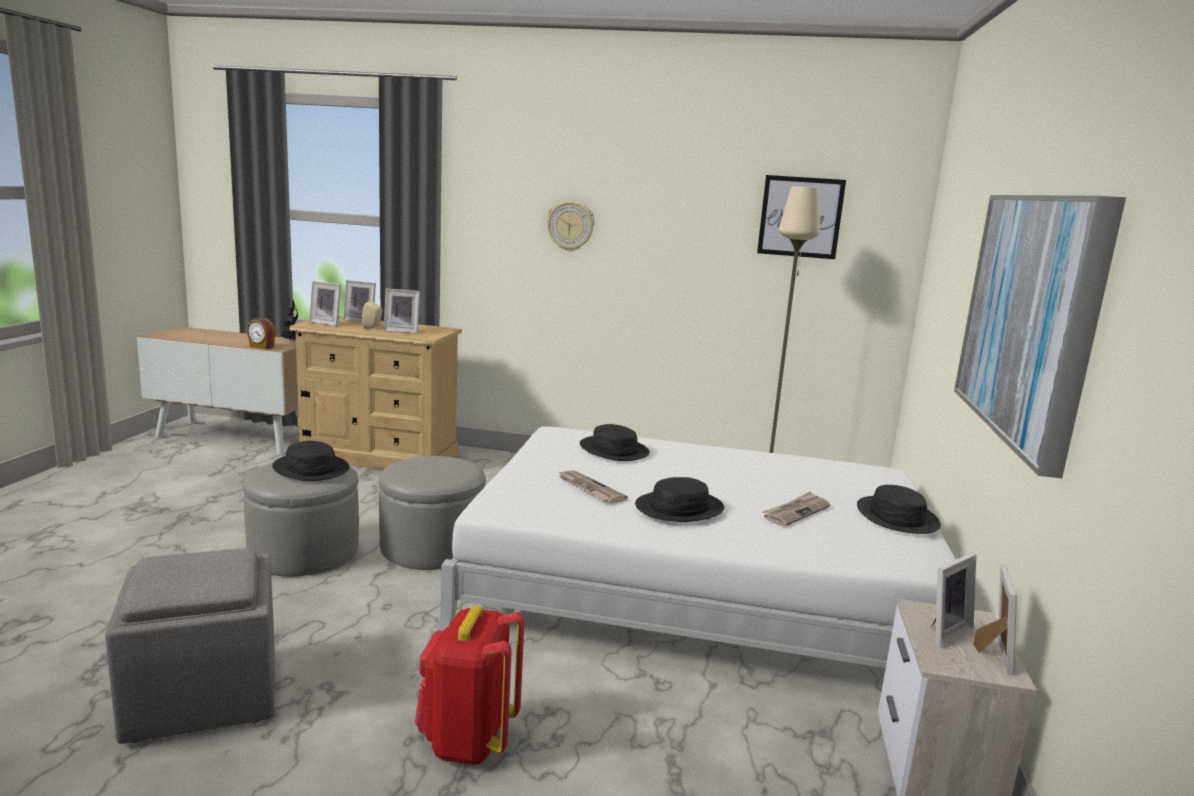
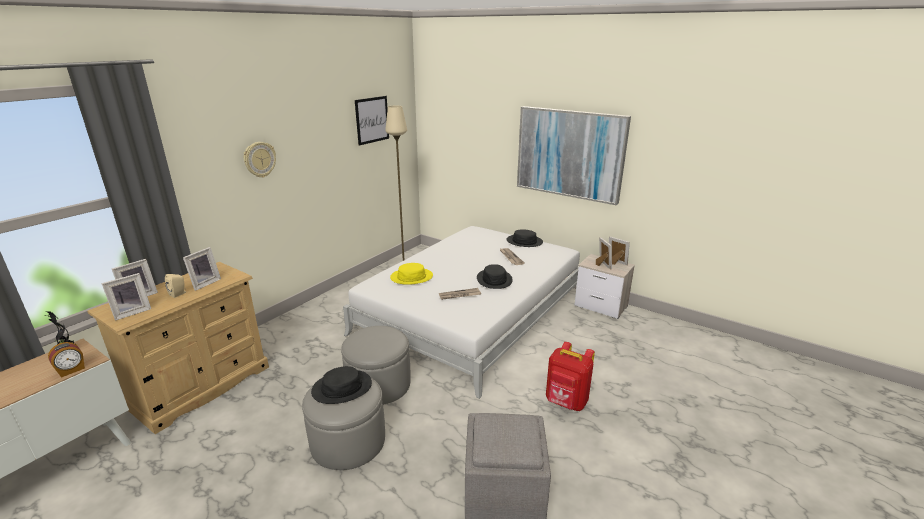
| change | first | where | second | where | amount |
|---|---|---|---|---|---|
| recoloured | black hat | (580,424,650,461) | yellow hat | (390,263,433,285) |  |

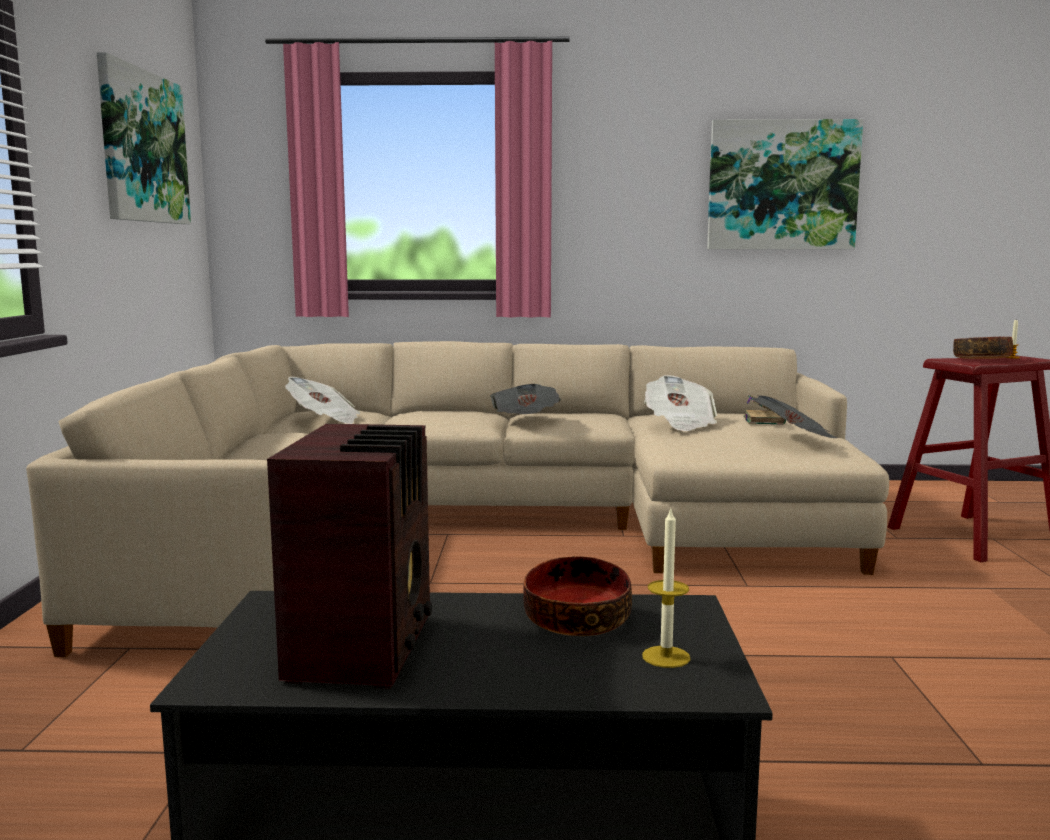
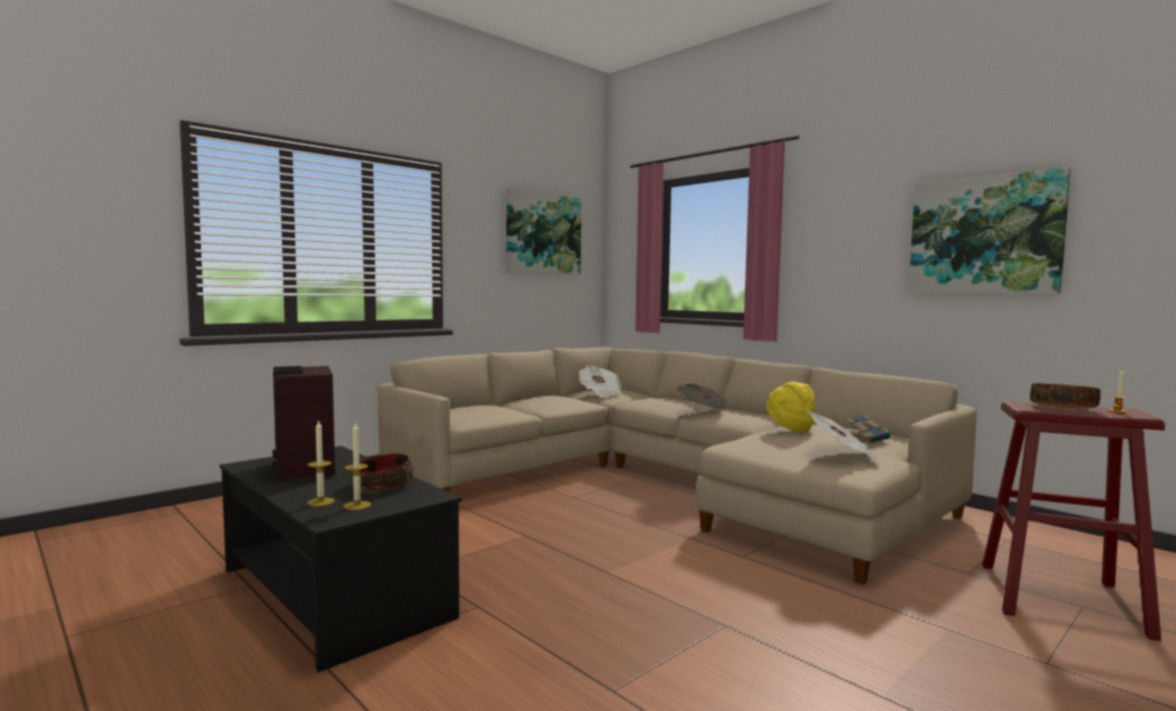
| change | first | where | second | where | amount |
|---|---|---|---|---|---|
| turned | radio | (267,424,432,688) |  | (272,366,335,482) | 105 degrees clockwise |
| replaced | newspaper | (644,375,717,431) | yellow hat | (766,381,816,433) |  |
| added |  |  | candle | (307,420,335,507) |  |

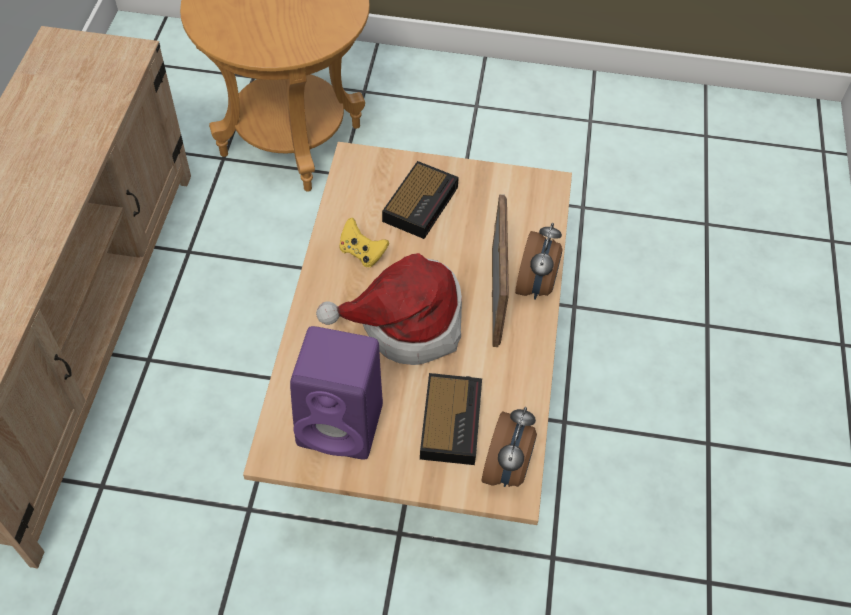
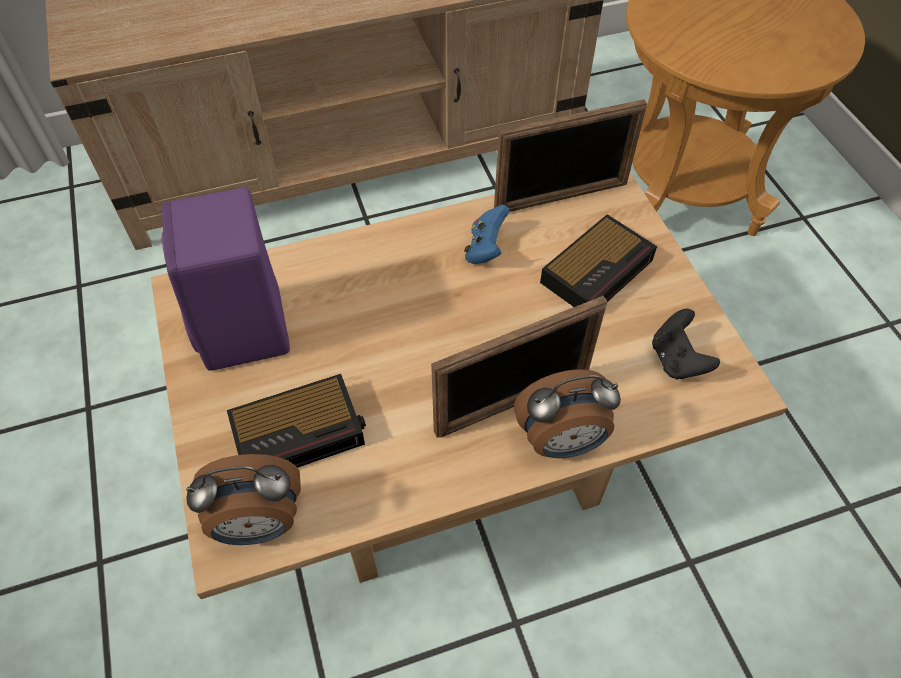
| change | first | where | second | where | amount |
|---|---|---|---|---|---|
| removed | hat | (316,253,462,365) |  |  |  |
| recoloured | yellow game controller | (339,218,389,267) | blue game controller | (464,205,510,264) |  |
| turned | alarm clock | (382,161,459,239) |  | (540,214,657,307) | 45 degrees counterclockwise |
| added |  |  | picture frame | (494,99,647,212) |  |
| added |  |  | black game controller | (652,309,720,380) |  |

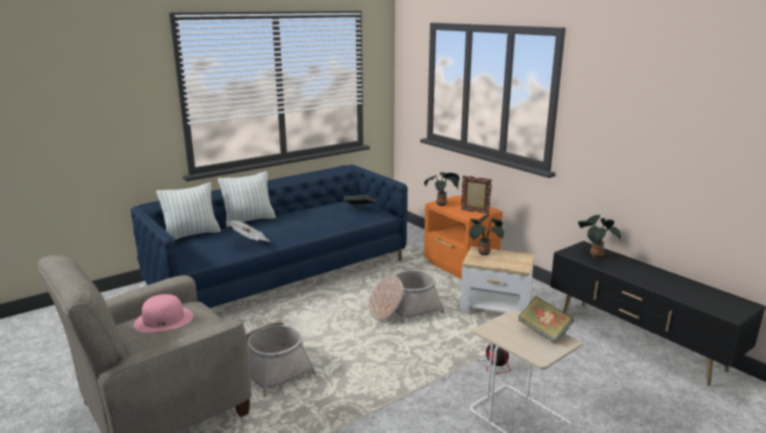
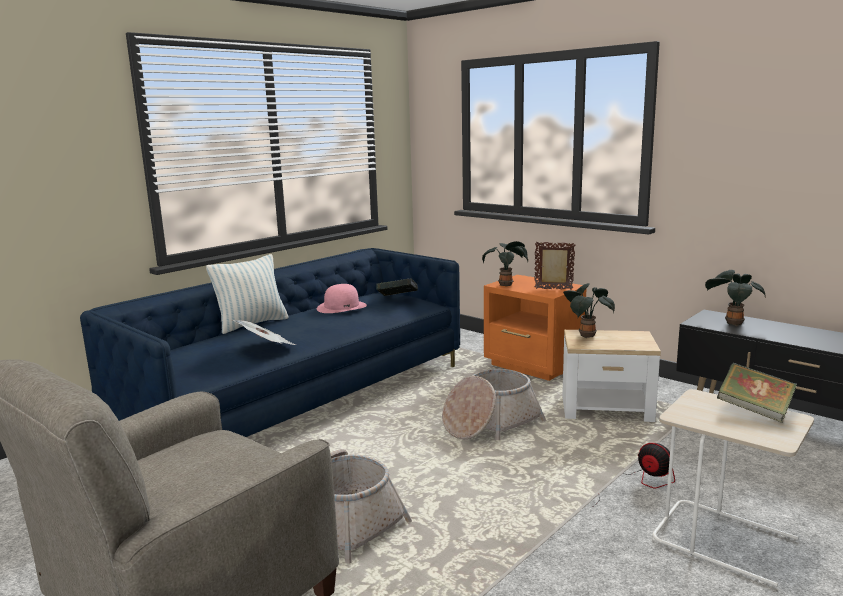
| change | first | where | second | where | amount |
|---|---|---|---|---|---|
| moved | pink hat | (134,294,193,333) |  | (317,284,367,313) |  |
| removed | pillow | (156,182,221,240) |  |  |  |

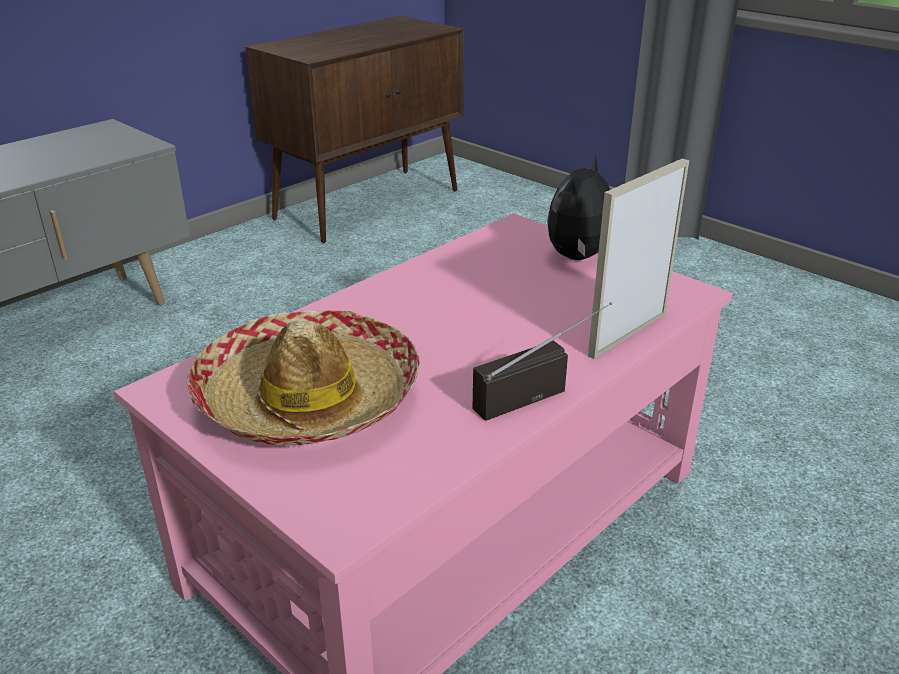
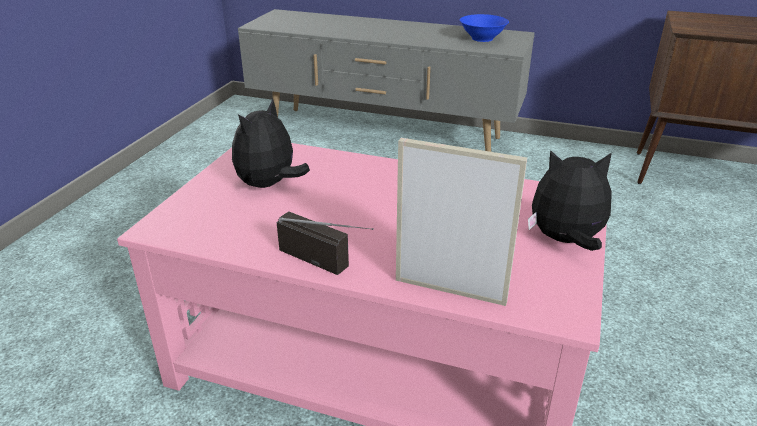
| change | first | where | second | where | amount |
|---|---|---|---|---|---|
| replaced | hat | (187,310,420,446) | plush toy | (232,98,310,188) |  |
| added |  |  | blue bowl | (460,14,509,42) |  |

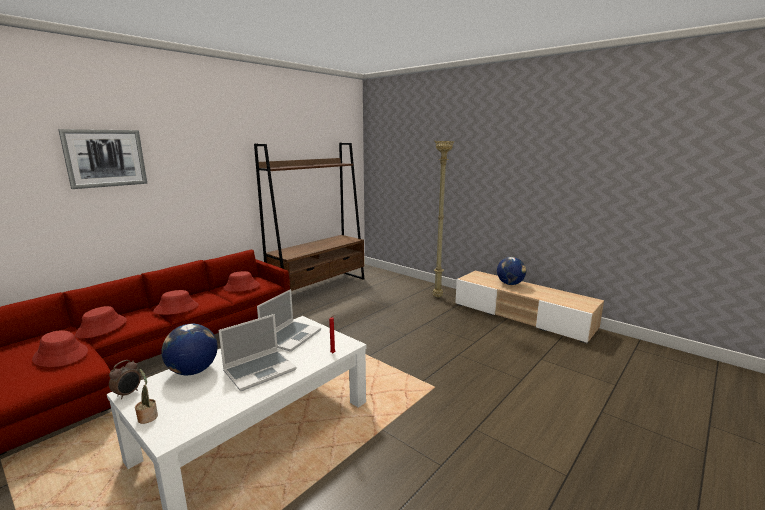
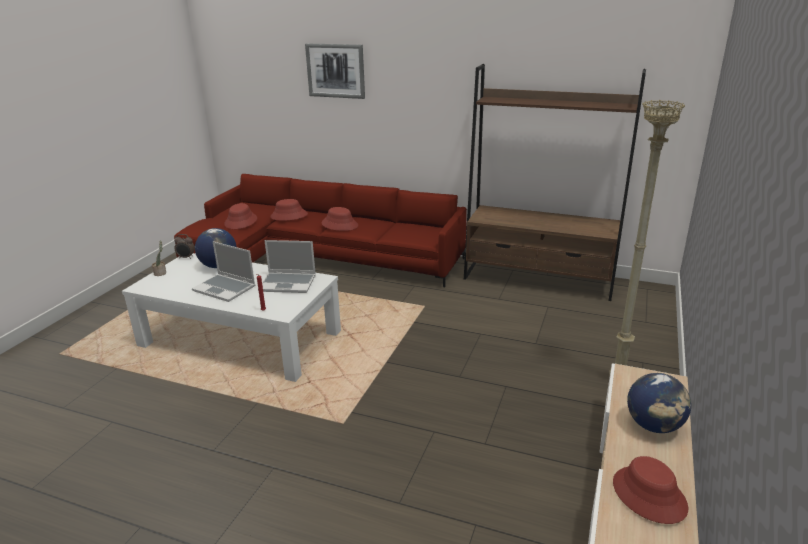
| change | first | where | second | where | amount |
|---|---|---|---|---|---|
| moved | red hat | (223,271,260,292) |  | (613,456,688,524) |  |

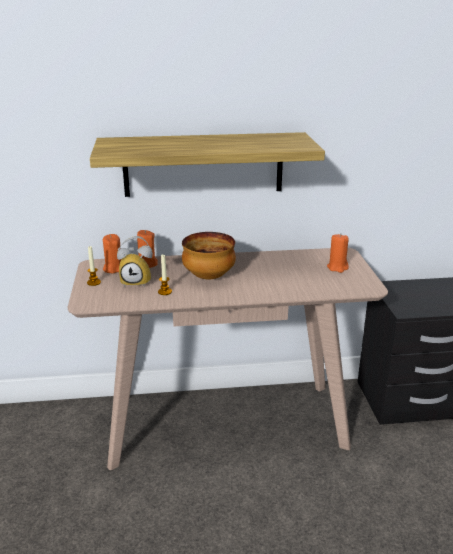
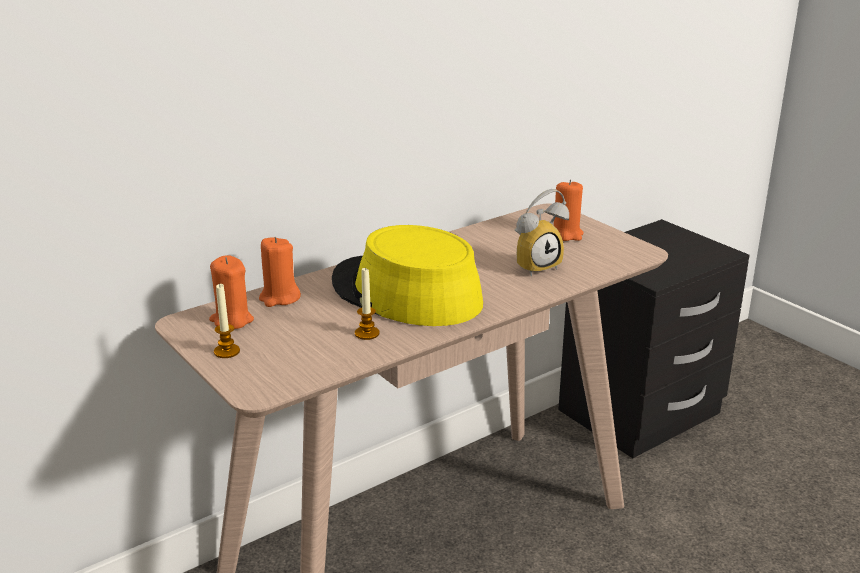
| change | first | where | second | where | amount |
|---|---|---|---|---|---|
| removed | shelf | (90,132,325,197) |  |  |  |
| moved | alarm clock | (117,236,153,287) |  | (515,189,569,276) |  |
| replaced | bowl | (182,232,236,279) | yellow hat | (332,225,483,326) |  |

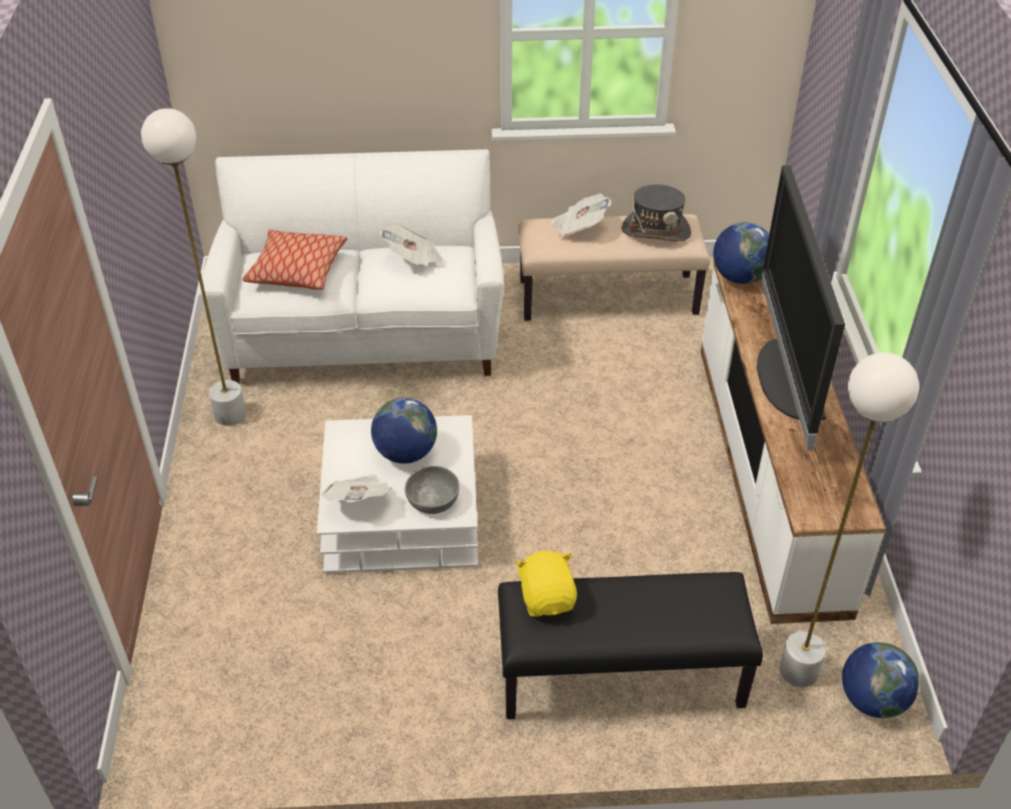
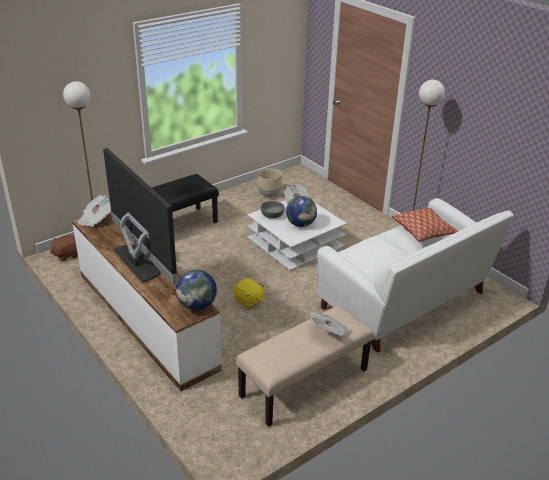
| change | first | where | second | where | amount |
|---|---|---|---|---|---|
| moved | newspaper | (379,224,446,266) |  | (78,195,111,227) |  |
| moved | yellow plush toy | (516,551,577,617) |  | (234,279,264,308) |  |
| removed | grey hat | (622,184,691,241) |  |  |  |
| replaced | globe | (842,642,920,718) | brown plush toy | (50,235,78,261) |  |
| added |  |  | beige planter | (258,168,282,197) |  |

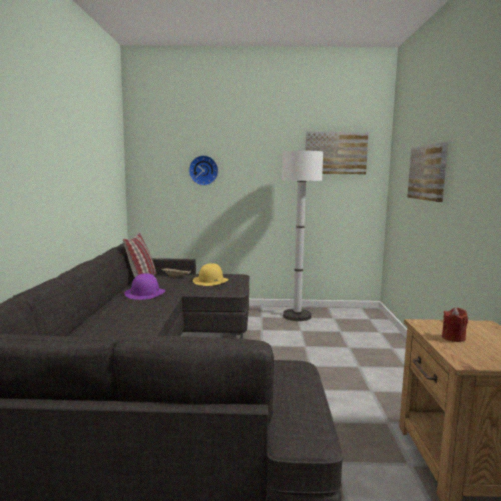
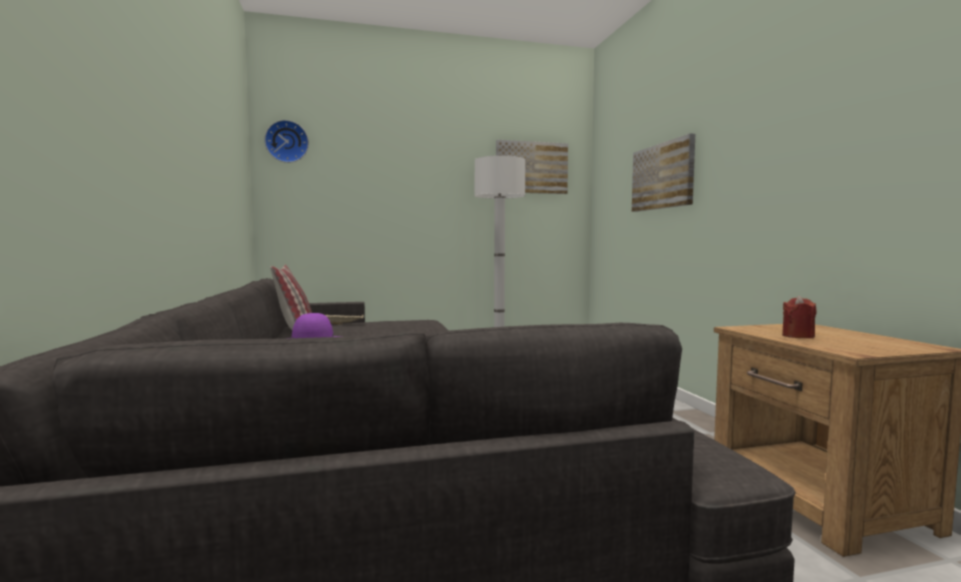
| change | first | where | second | where | amount |
|---|---|---|---|---|---|
| moved | wall clock | (189,155,218,186) |  | (264,120,309,163) |  |
| removed | yellow hat | (193,263,229,286) |  |  |  |

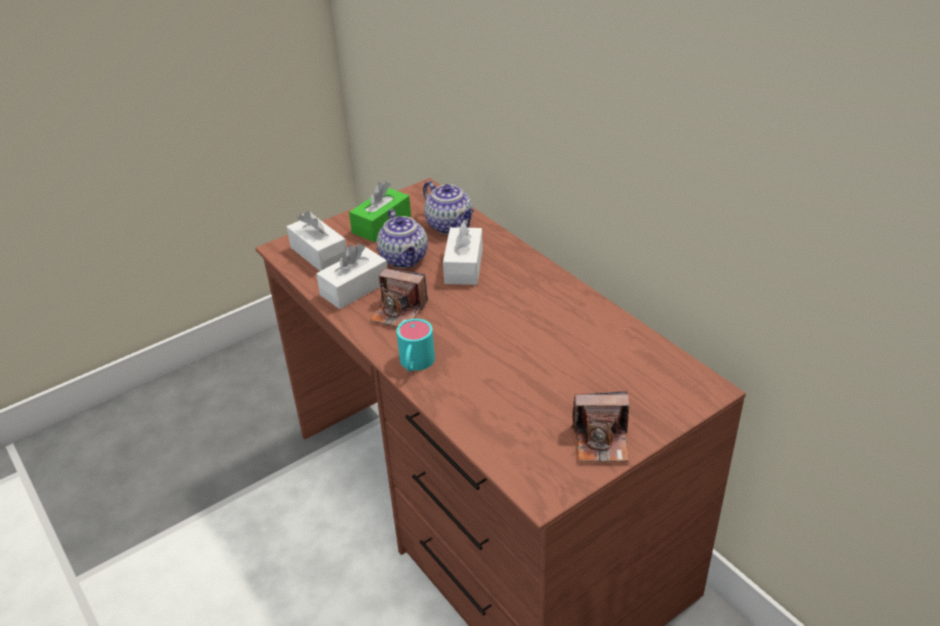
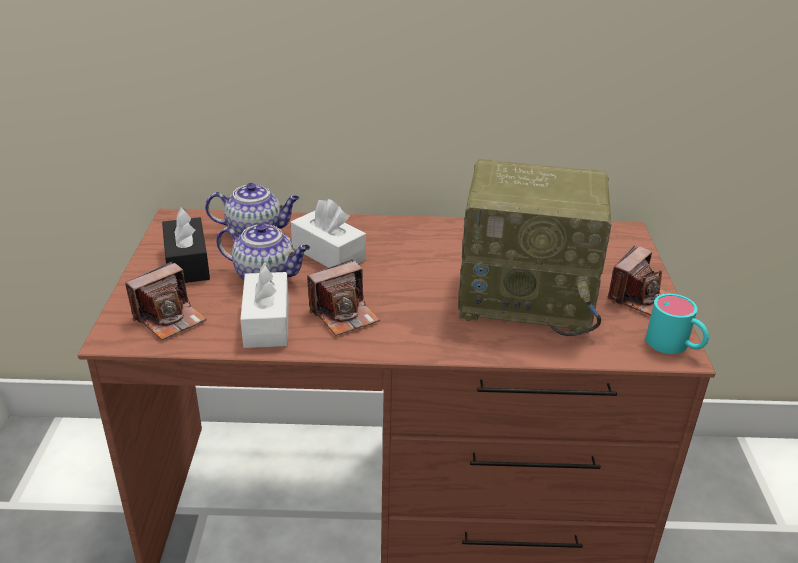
| change | first | where | second | where | amount |
|---|---|---|---|---|---|
| replaced | white tissue box | (287,211,347,271) | photo camera | (125,262,207,340) |  |
| recoloured | green tissue box | (349,181,411,242) | black tissue box | (162,207,210,283) |  |
| moved | turquoise mug | (397,319,435,371) |  | (646,294,709,354) |  |
| added |  |  | radio | (458,159,611,336) |  |

